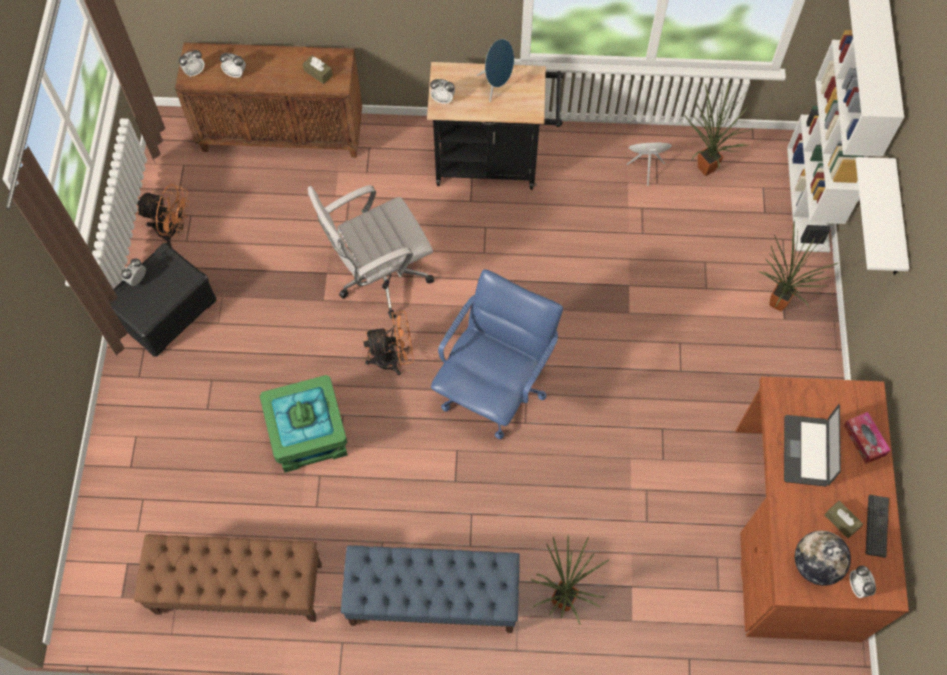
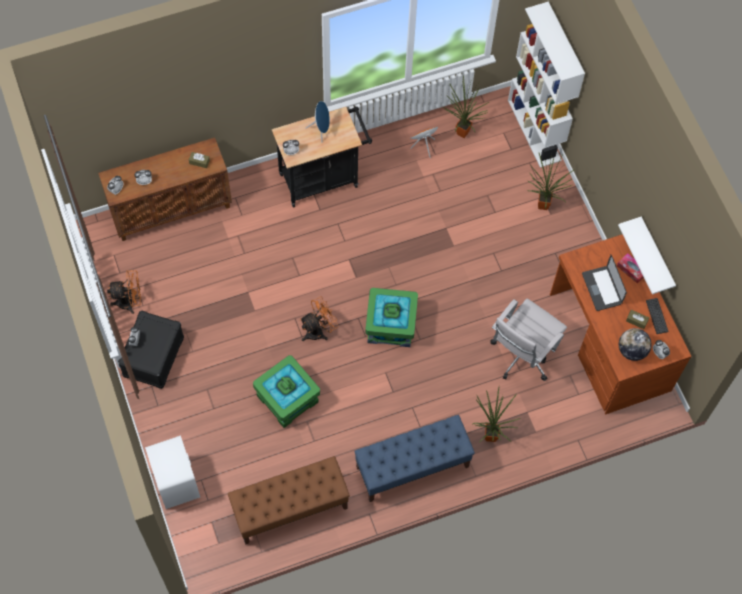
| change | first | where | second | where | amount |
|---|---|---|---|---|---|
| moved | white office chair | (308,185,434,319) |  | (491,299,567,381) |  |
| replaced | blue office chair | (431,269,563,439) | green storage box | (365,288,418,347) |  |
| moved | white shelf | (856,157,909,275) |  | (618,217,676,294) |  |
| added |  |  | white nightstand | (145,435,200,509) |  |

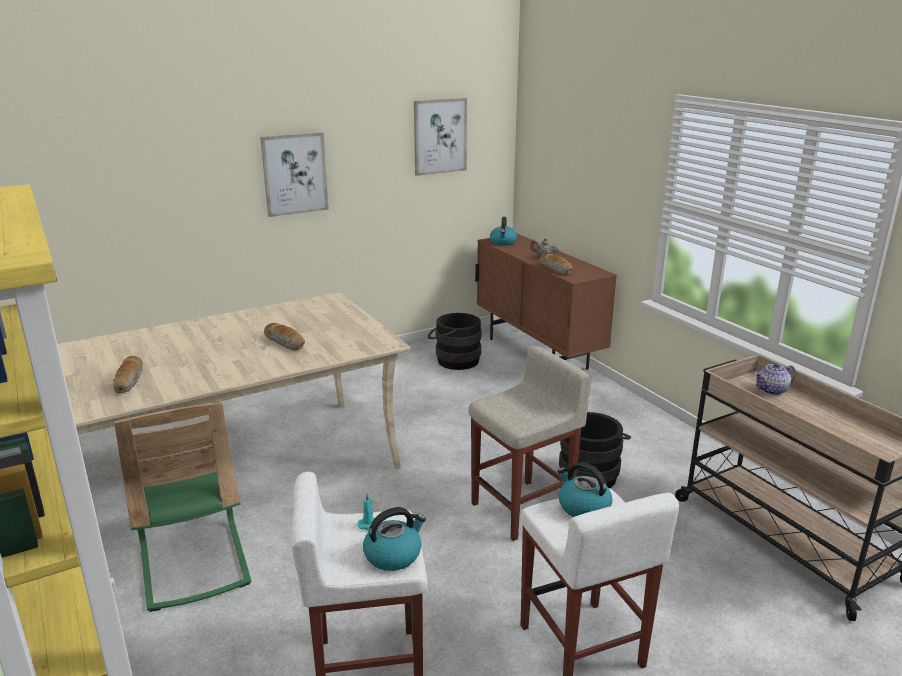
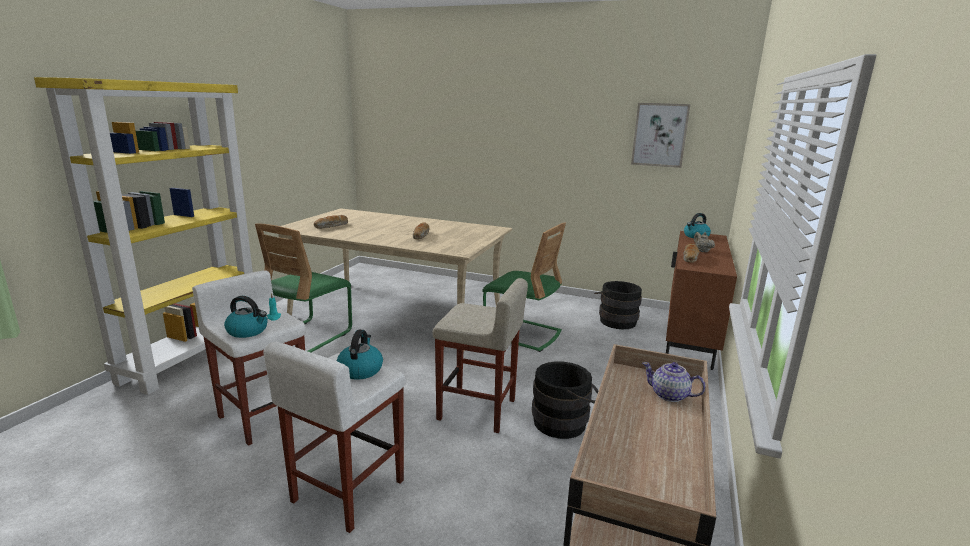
| change | first | where | second | where | amount |
|---|---|---|---|---|---|
| removed | picture | (260,132,329,217) |  |  |  |
| added |  |  | green chair | (482,222,566,352) |  |

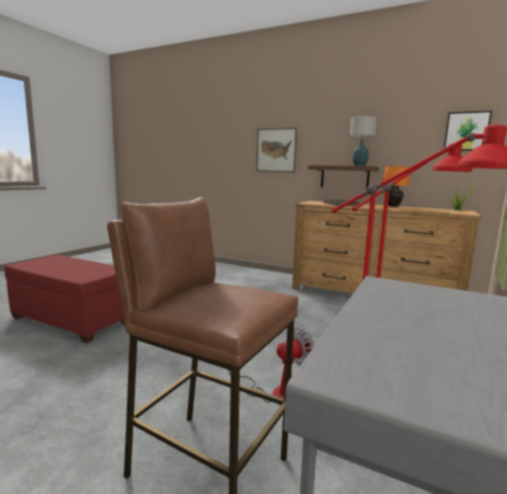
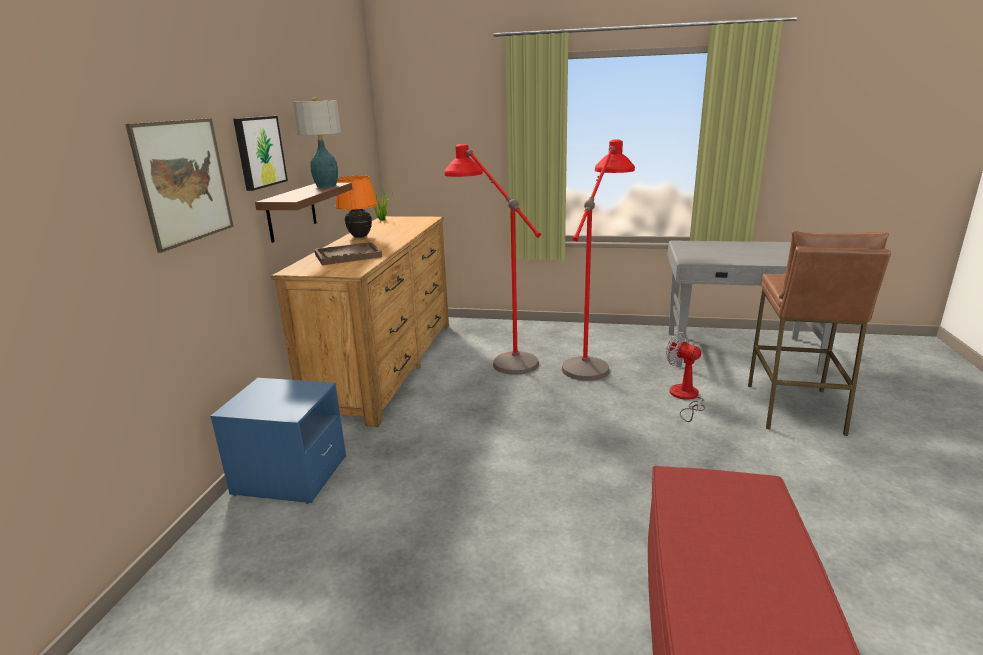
| change | first | where | second | where | amount |
|---|---|---|---|---|---|
| moved | picture | (444,111,492,151) |  | (233,116,288,191) |  |
| added |  |  | blue nightstand | (210,378,346,504) |  |

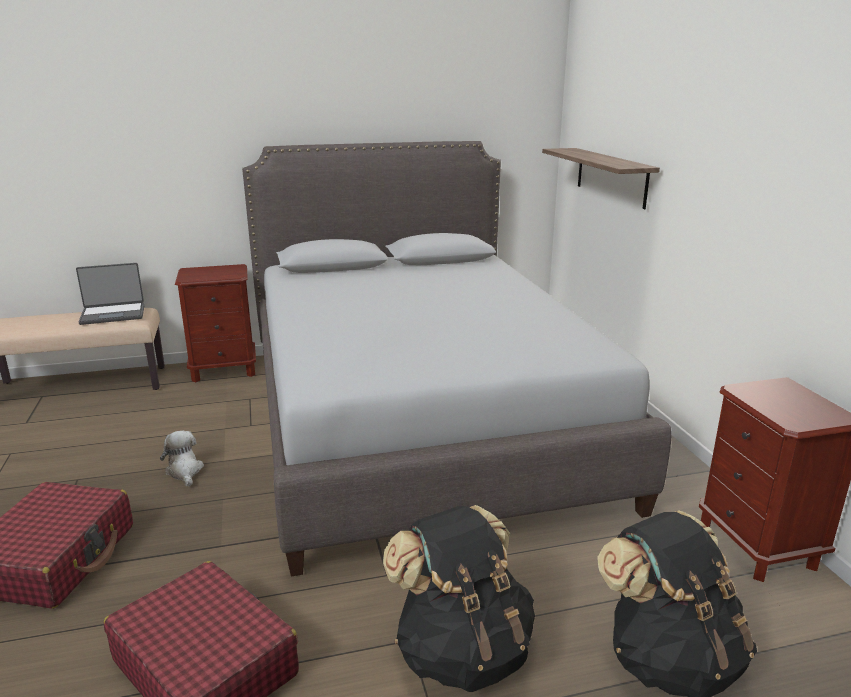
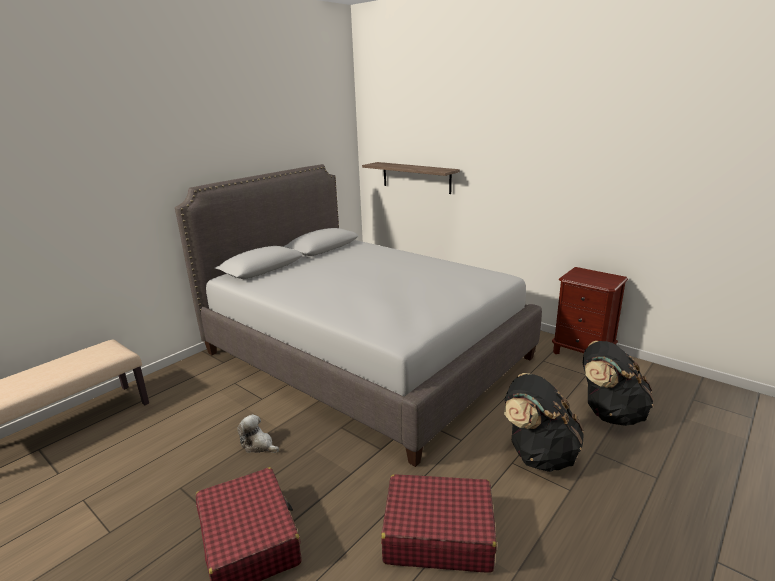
| change | first | where | second | where | amount |
|---|---|---|---|---|---|
| removed | laptop | (76,263,144,325) |  |  |  |
| removed | brown nightstand | (175,264,256,382) |  |  |  |

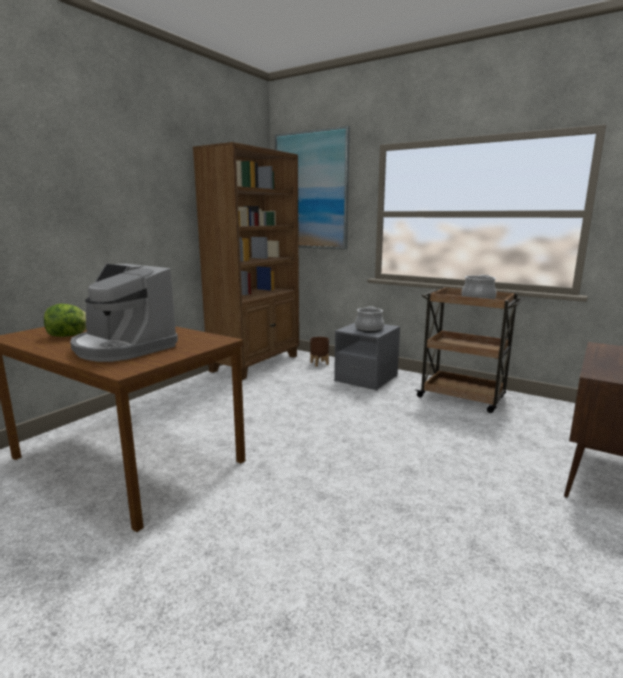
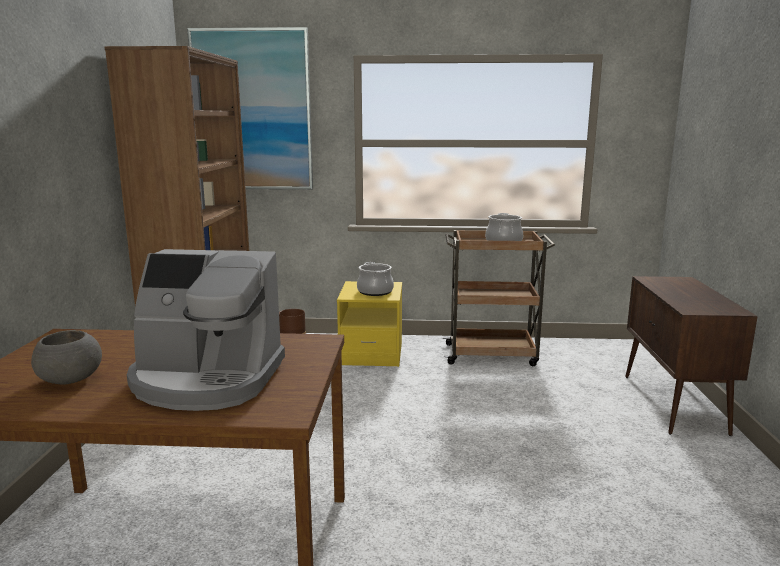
| change | first | where | second | where | amount |
|---|---|---|---|---|---|
| replaced | lettuce | (44,304,86,337) | grey bowl | (31,330,102,385) |  |
| recoloured | grey nightstand | (334,323,400,391) | yellow nightstand | (337,281,402,367) |  |

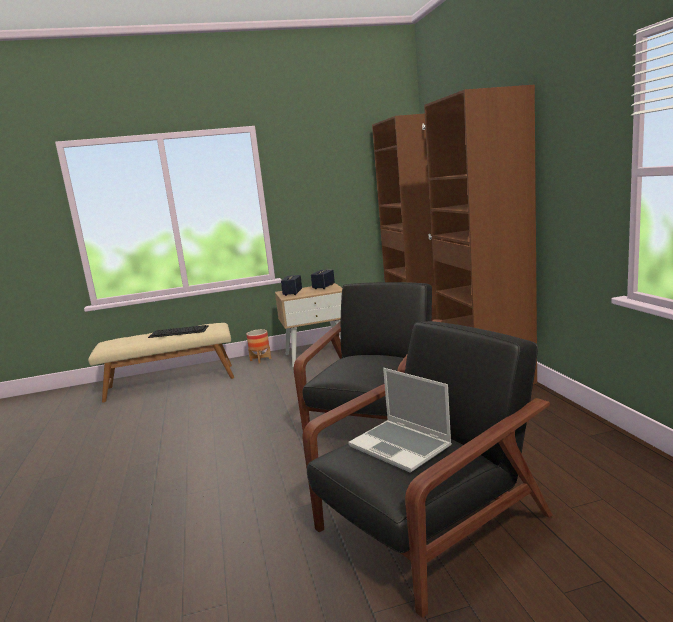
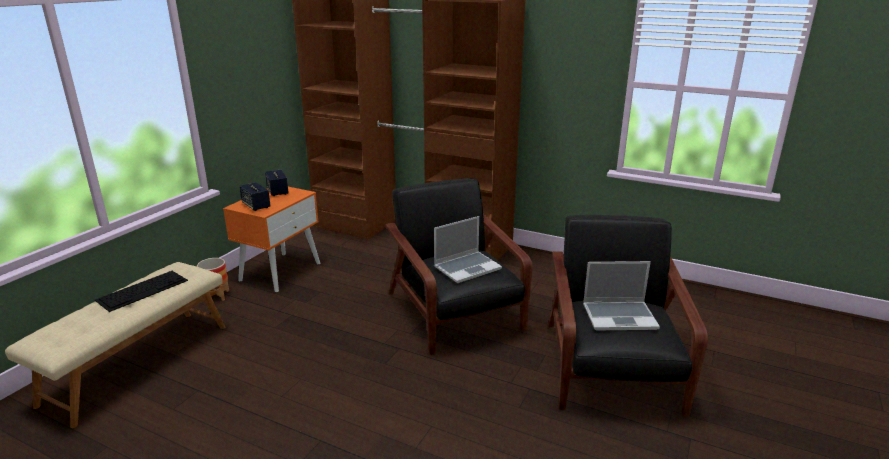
| change | first | where | second | where | amount |
|---|---|---|---|---|---|
| recoloured | beige nightstand | (275,283,342,367) | orange nightstand | (223,187,320,292) |  |
| added |  |  | laptop | (434,216,502,283) |  |

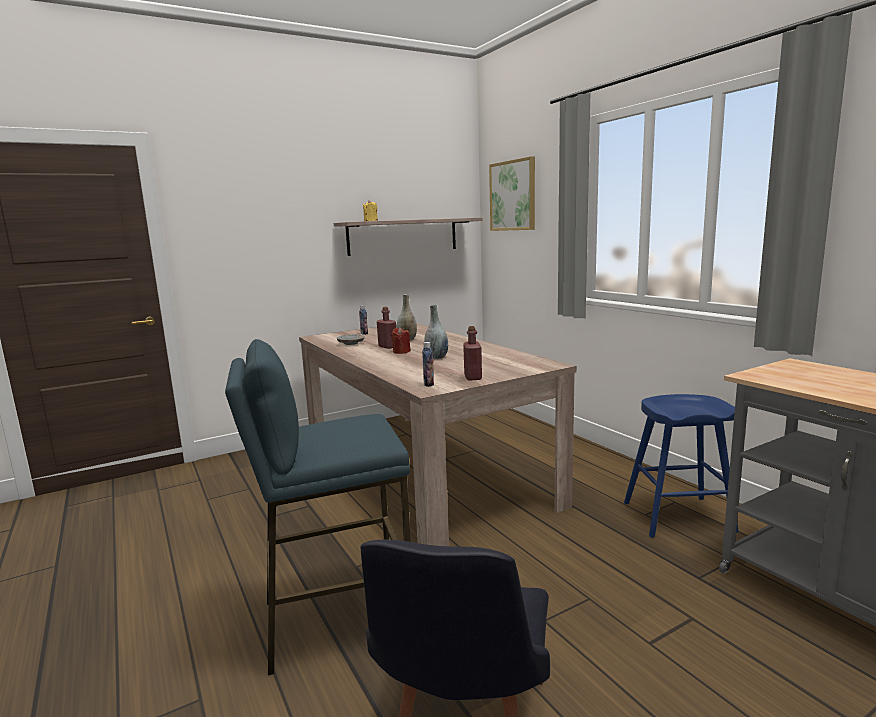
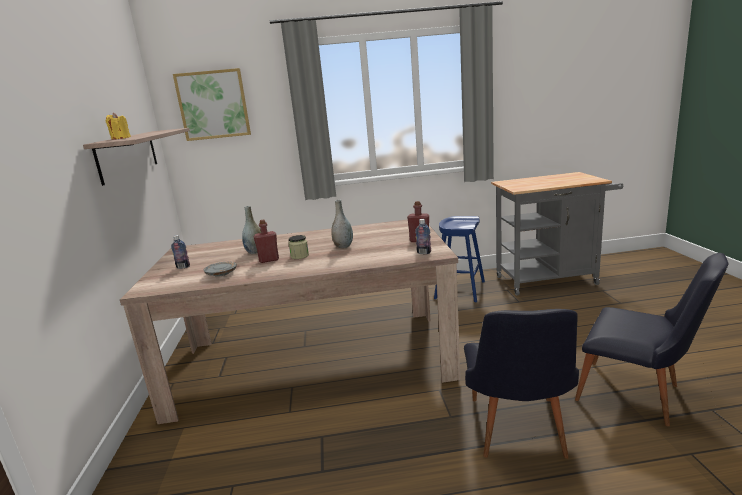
| change | first | where | second | where | amount |
|---|---|---|---|---|---|
| replaced | blue stool | (225,339,411,676) | black chair | (464,309,579,459) |  |
| replaced | red candle | (391,327,411,354) | jar | (288,235,309,259) |  |

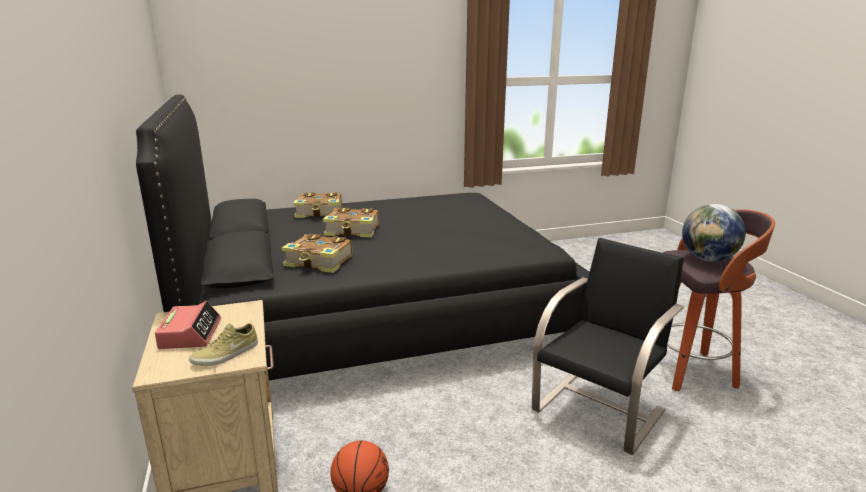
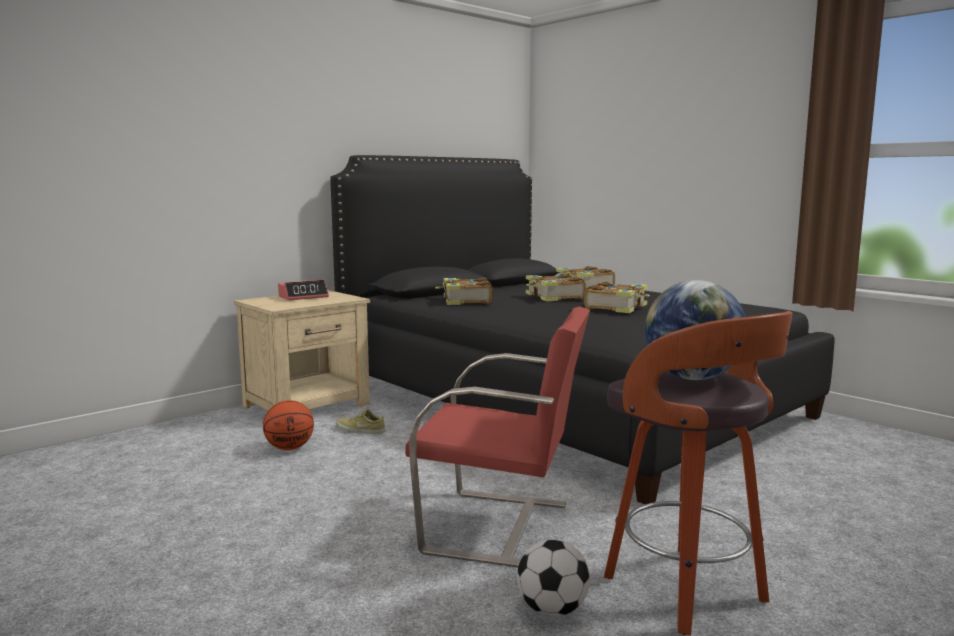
| change | first | where | second | where | amount |
|---|---|---|---|---|---|
| moved | beige shoe | (189,323,258,366) |  | (336,409,385,434) |  |
| recoloured | black chair | (532,238,684,455) | red chair | (405,307,590,567) |  |
| added |  |  | football | (517,539,590,617) |  |
| added |  |  | book | (584,282,650,313) |  |

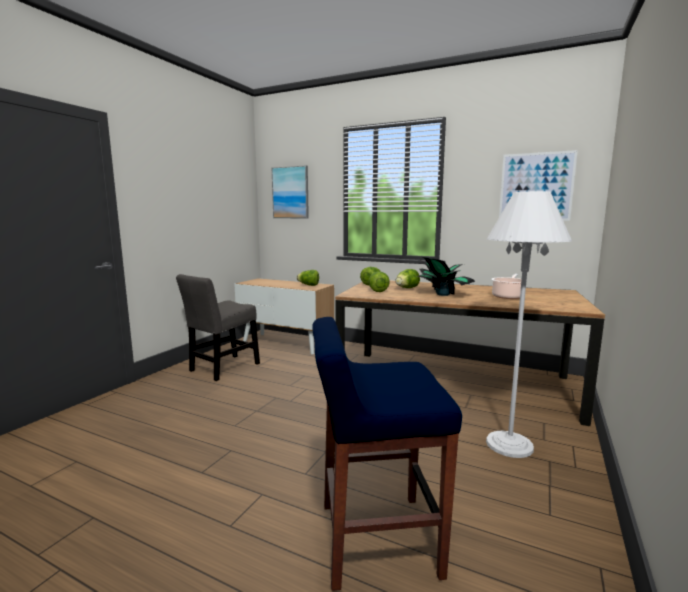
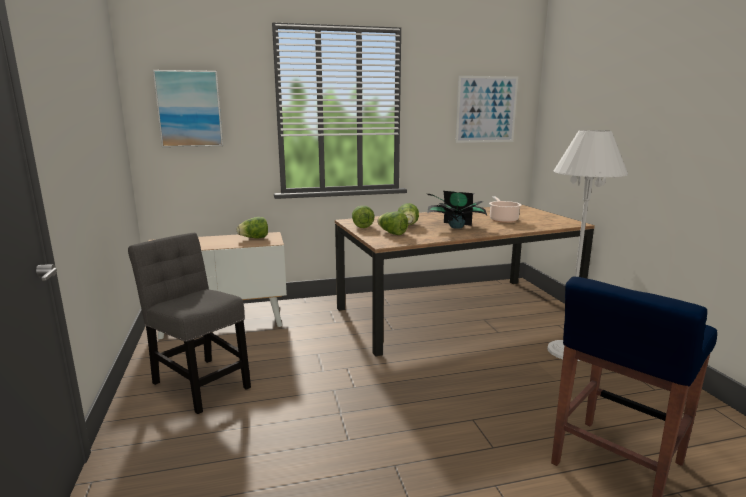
| change | first | where | second | where | amount |
|---|---|---|---|---|---|
| turned | grey chair | (176,274,260,381) |  | (128,232,251,414) | 135 degrees clockwise |

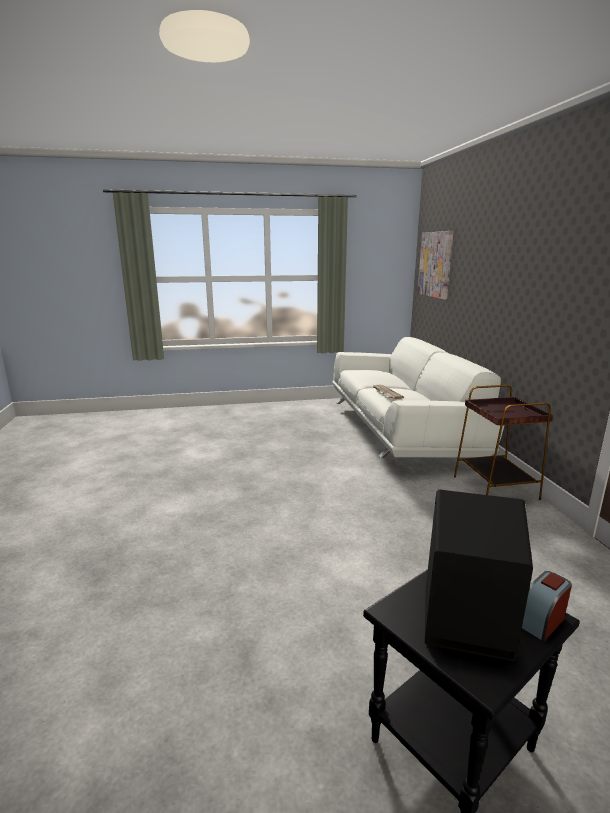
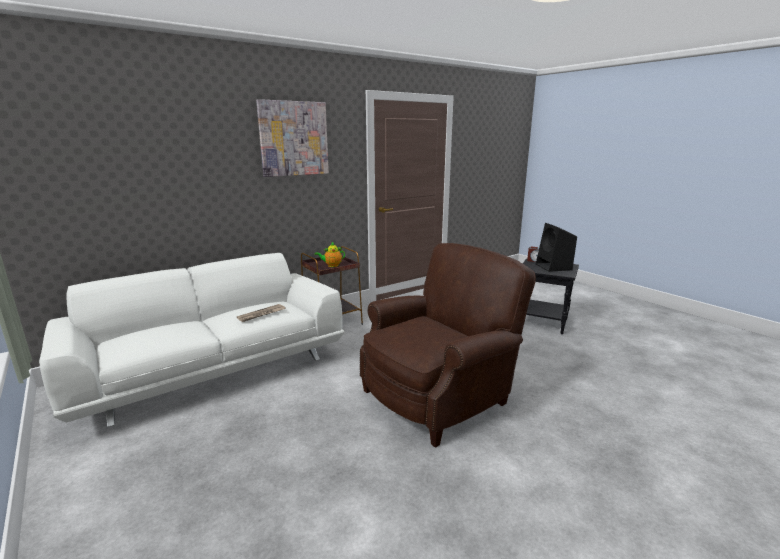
| change | first | where | second | where | amount |
|---|---|---|---|---|---|
| moved | picture | (417,231,454,300) |  | (256,99,329,177) |  |
| added |  |  | teapot | (315,242,345,267) |  |
| added |  |  | brown armchair | (360,243,536,448) |  |

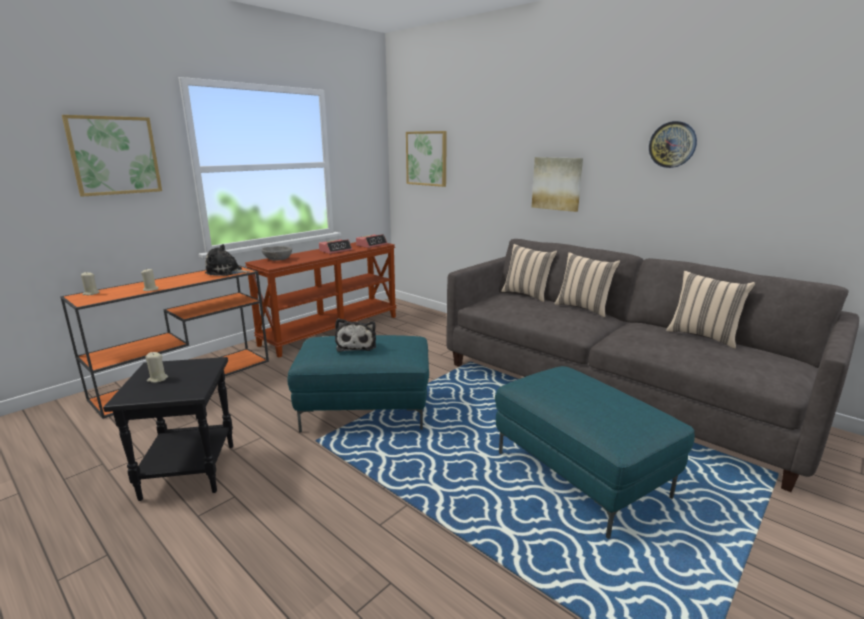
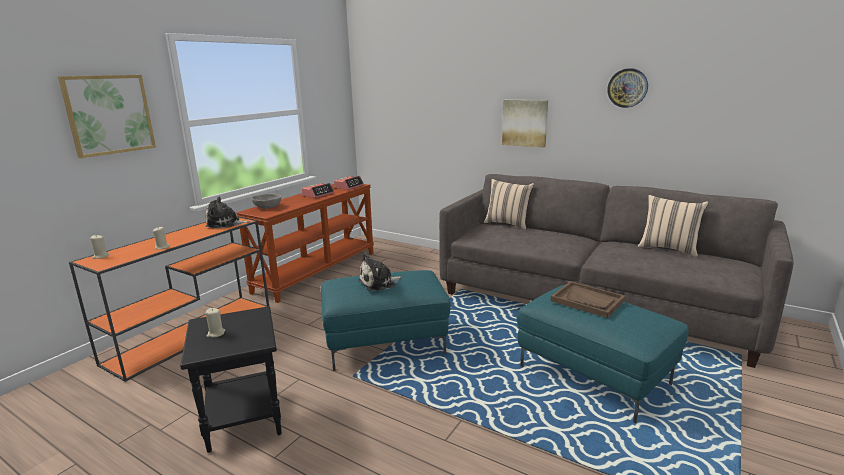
| change | first | where | second | where | amount |
|---|---|---|---|---|---|
| turned | plush toy | (335,318,376,352) |  | (358,253,402,291) | 75 degrees clockwise |
| removed | picture | (406,131,447,187) |  |  |  |
| removed | beige pillow | (554,252,621,317) |  |  |  |
| added |  |  | brown tray | (551,281,625,318) |  |

